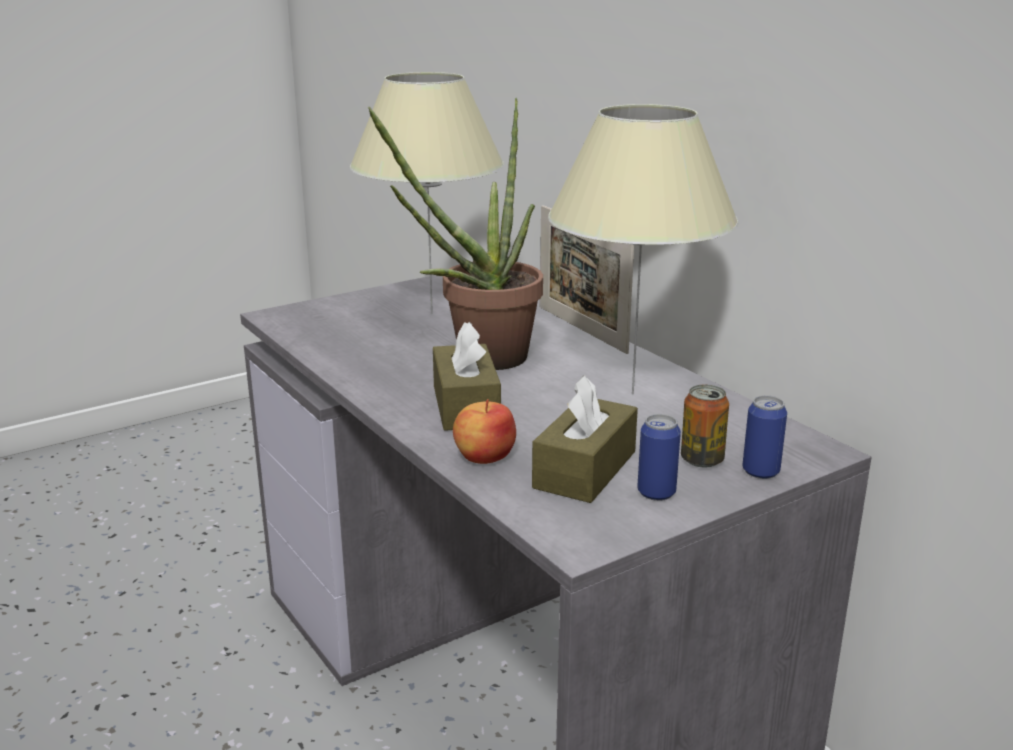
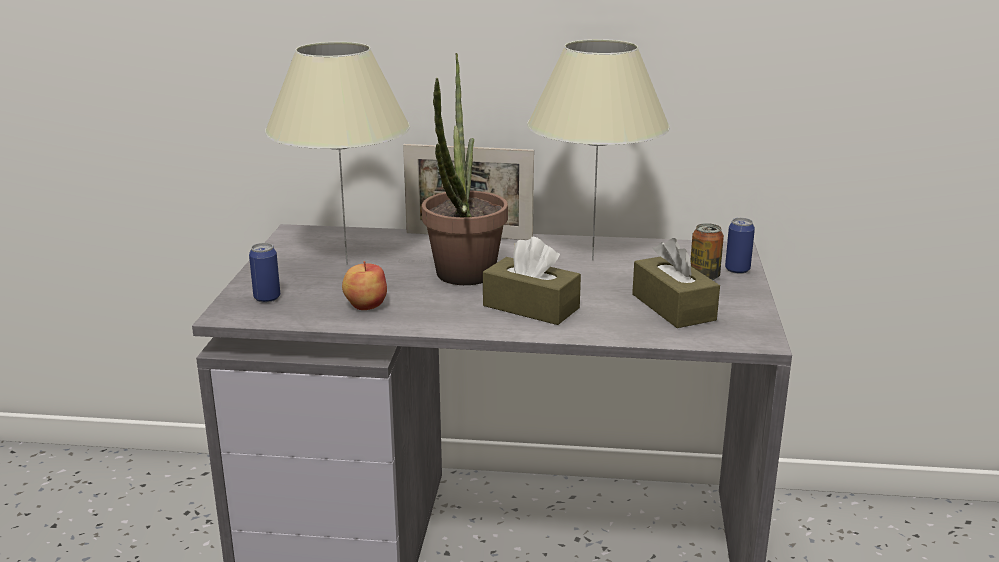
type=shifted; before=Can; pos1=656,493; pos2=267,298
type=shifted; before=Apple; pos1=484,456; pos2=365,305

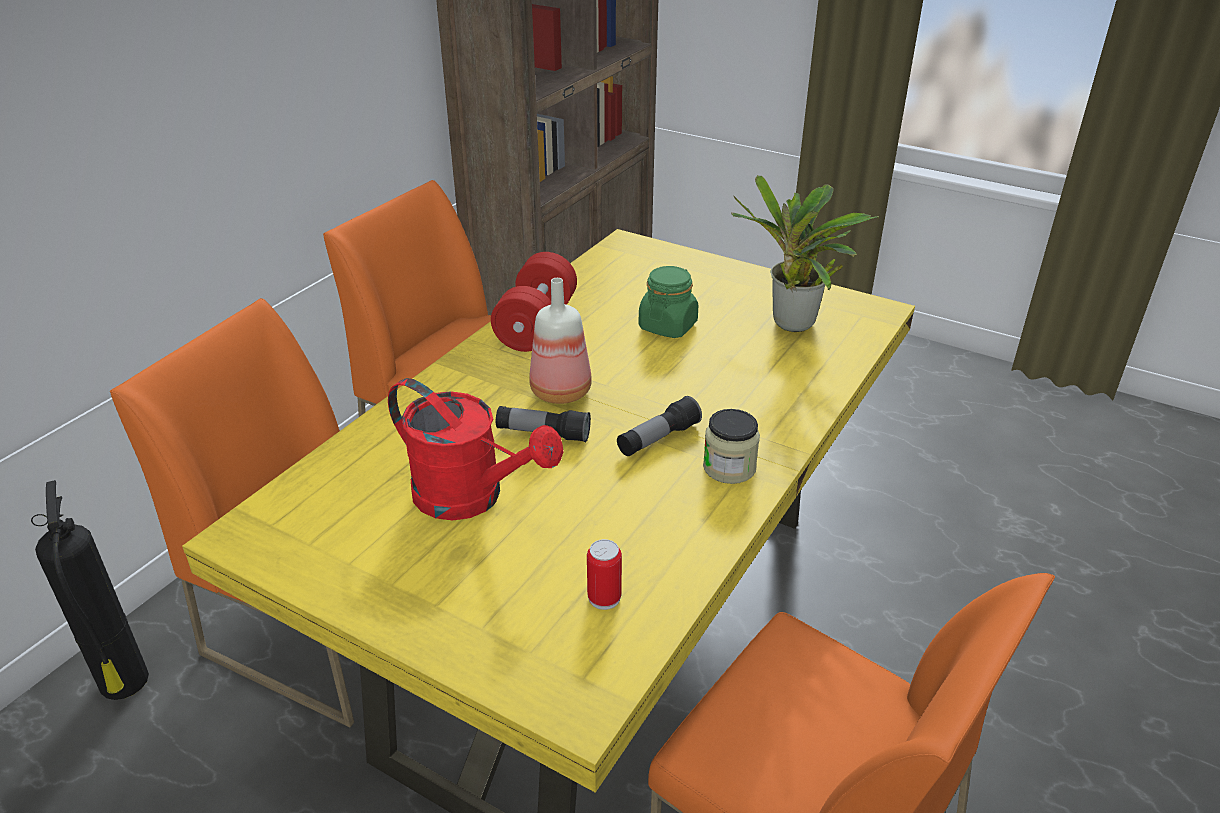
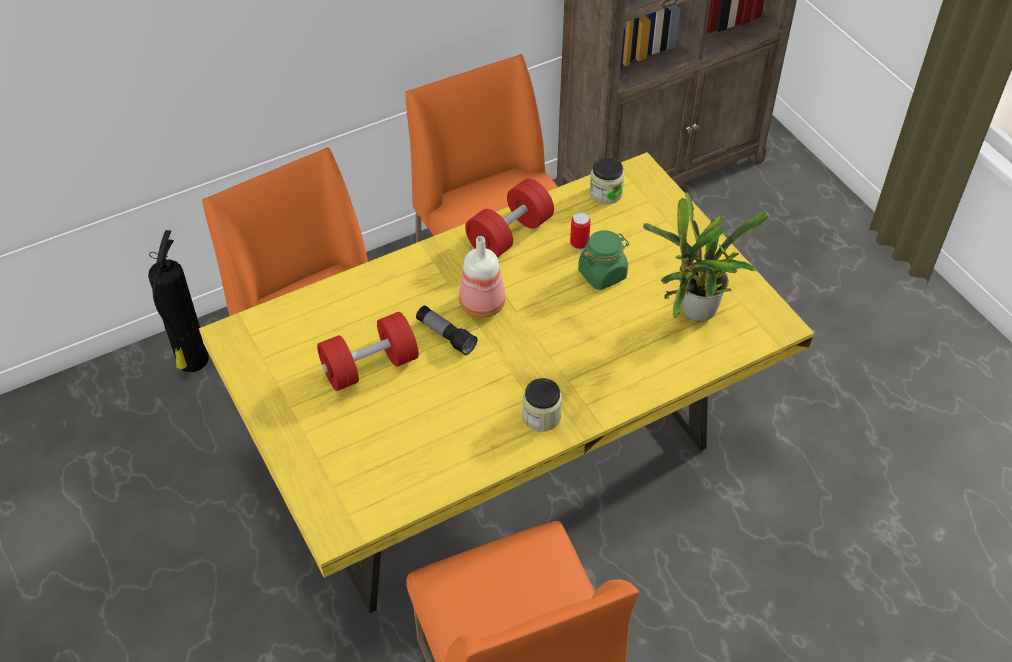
type=swapped; before=RedWateringCan; after=RedDumbbell; pos1=471,497; pos2=370,366
type=shifted; before=Can; pos1=604,597; pos2=579,244
type=new; after=Jar; pos2=605,193
type=gone; before=Flashlight; pos1=658,439

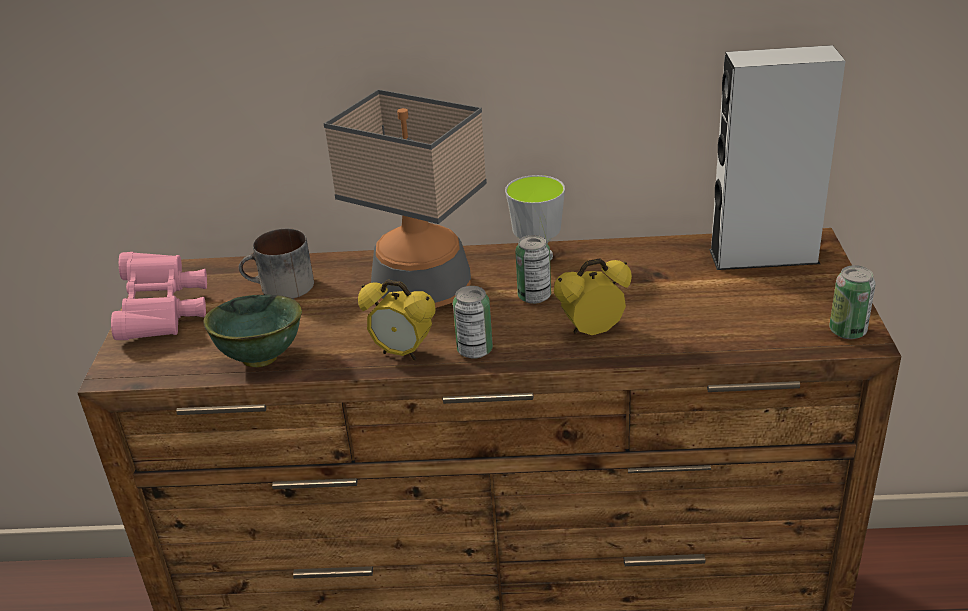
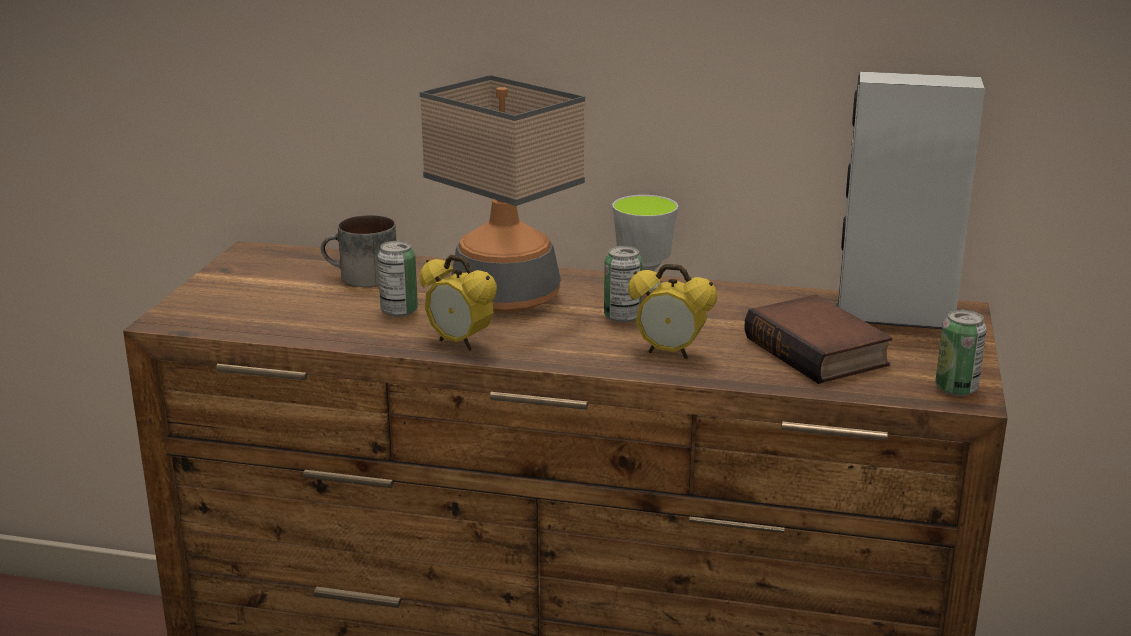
type=shifted; before=Can; pos1=475,350; pos2=399,311
type=rotated; before=AlarmClock; pos1=593,332; pos2=670,353; turn=-150
type=new; after=Book; pos2=820,351
type=gone; before=PinkBinoculars; pos1=164,313
type=gone; before=GreenBowl; pos1=259,358

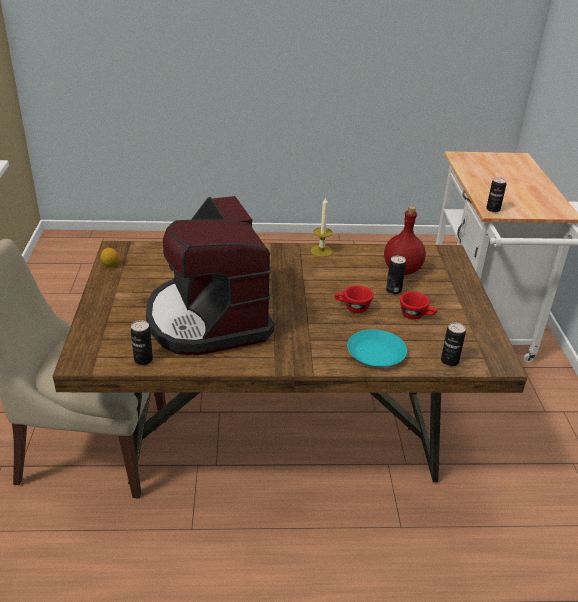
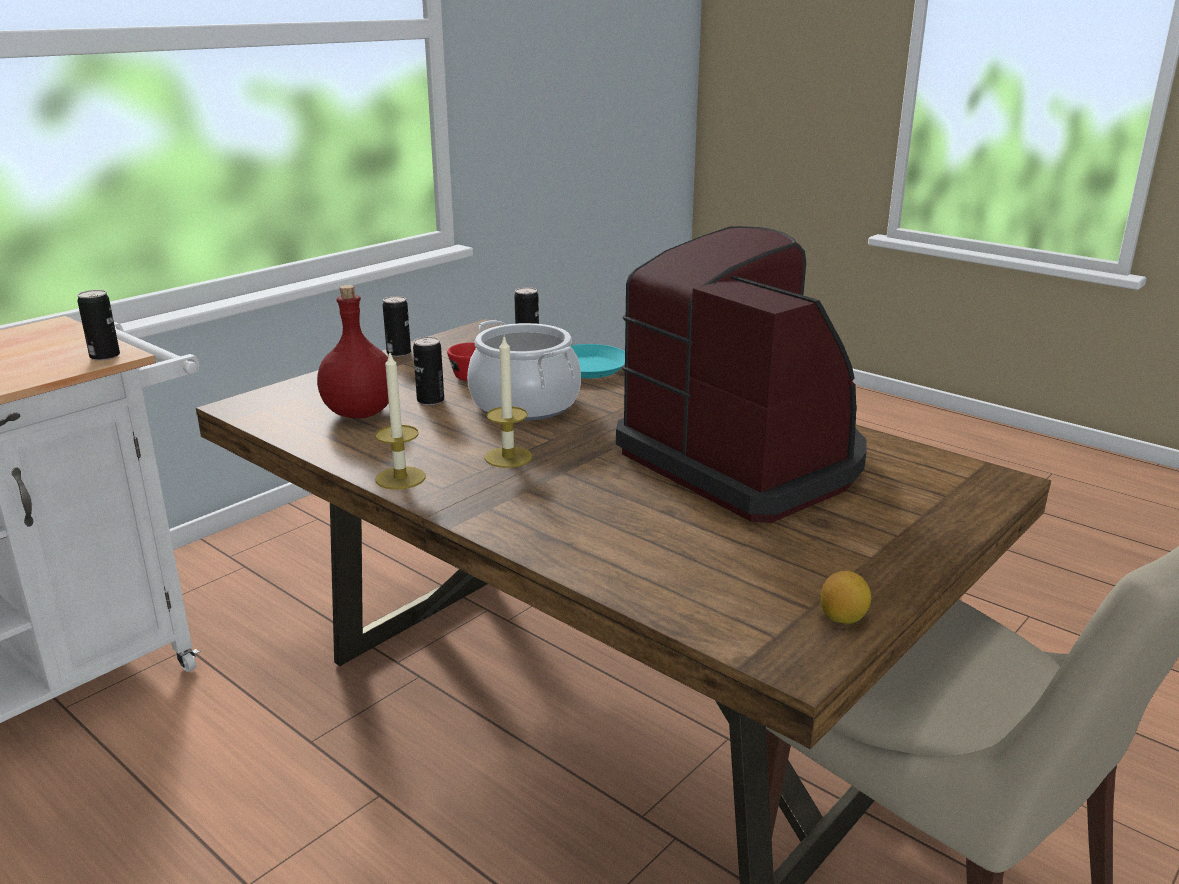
type=shifted; before=Can; pos1=143,360; pos2=399,353
type=swapped; before=RedCup; after=CookingPot; pos1=352,308; pos2=524,404
type=new; after=Candle; pos2=508,457
type=rotated; before=CoffeeMachine; pos1=208,319; pos2=745,461; turn=-60

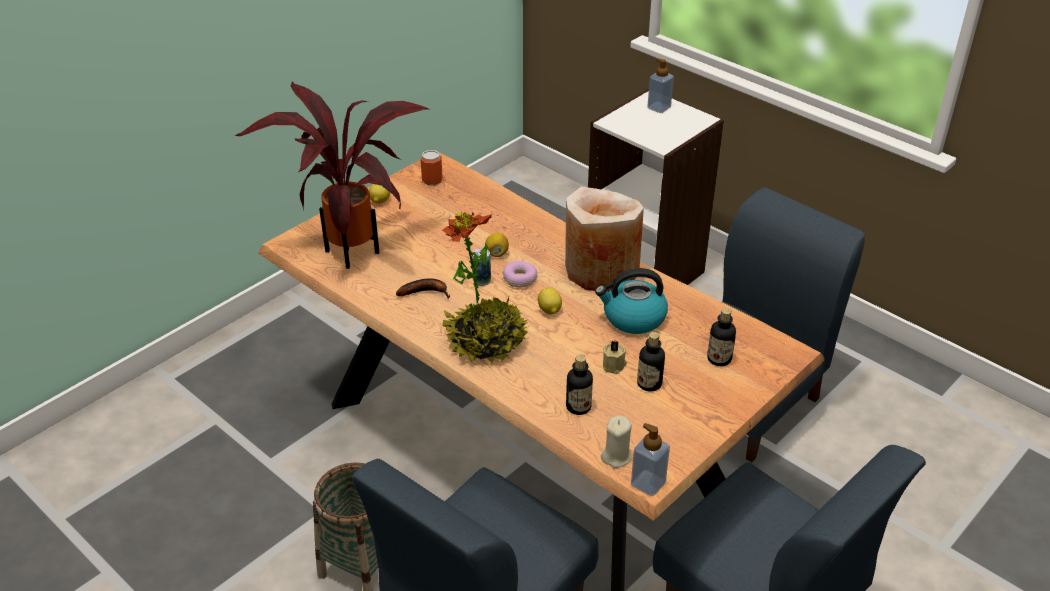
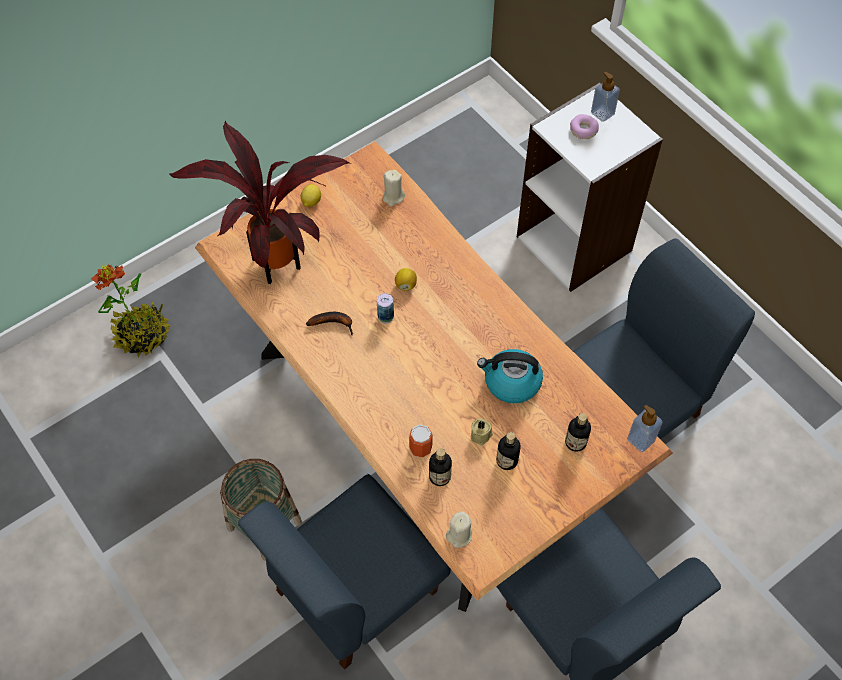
type=shifted; before=PottedPlant; pos1=486,341; pos2=142,335
type=new; after=BeigeCandle; pos2=393,197
type=shifted; before=Can; pos1=432,181; pos2=420,448
type=shifted; before=Donut; pos1=519,279; pos2=583,130
type=shifted; before=SoapDispenser; pos1=648,483; pos2=641,439
type=gone; before=Lemon; pos1=549,310
type=gone; before=BeigeVase; pos1=601,270

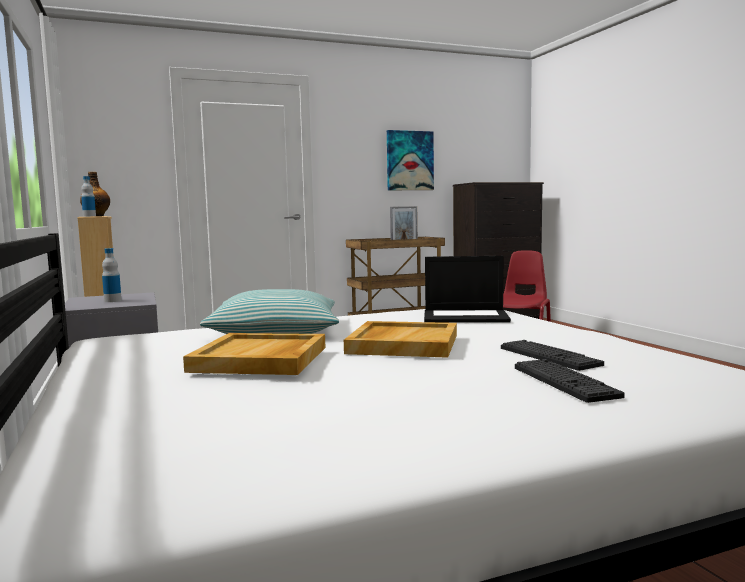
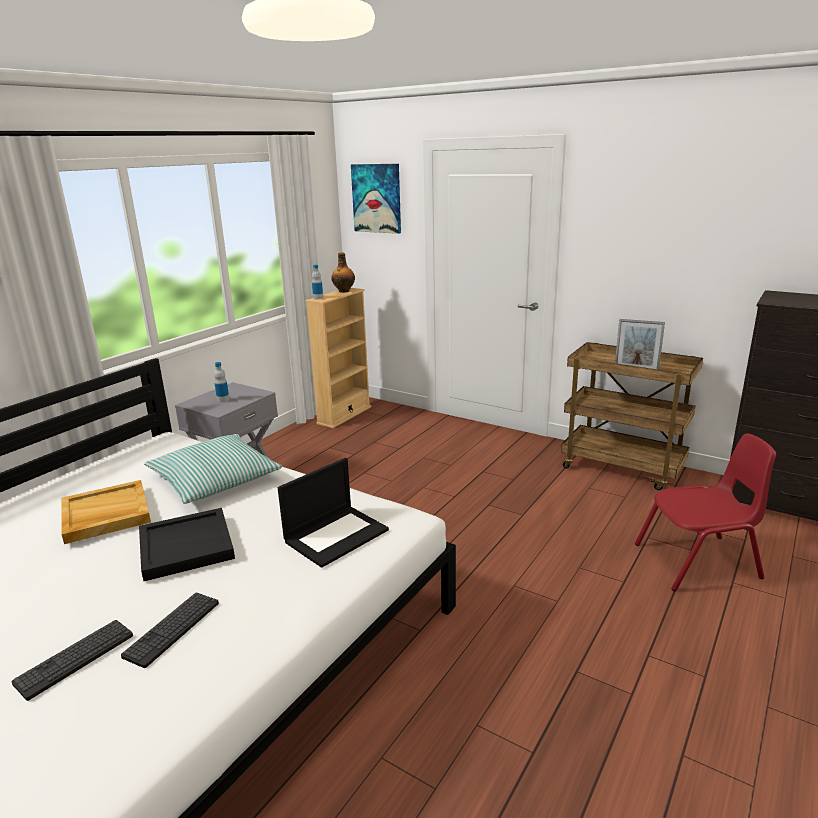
type=repainted; before=BeigeTray; after=BlackTray; pos1=403,344; pos2=187,546
type=rotated; before=Laptop; pos1=466,317; pos2=336,535; turn=-105
type=shifted; before=Picture; pos1=409,161; pos2=377,198

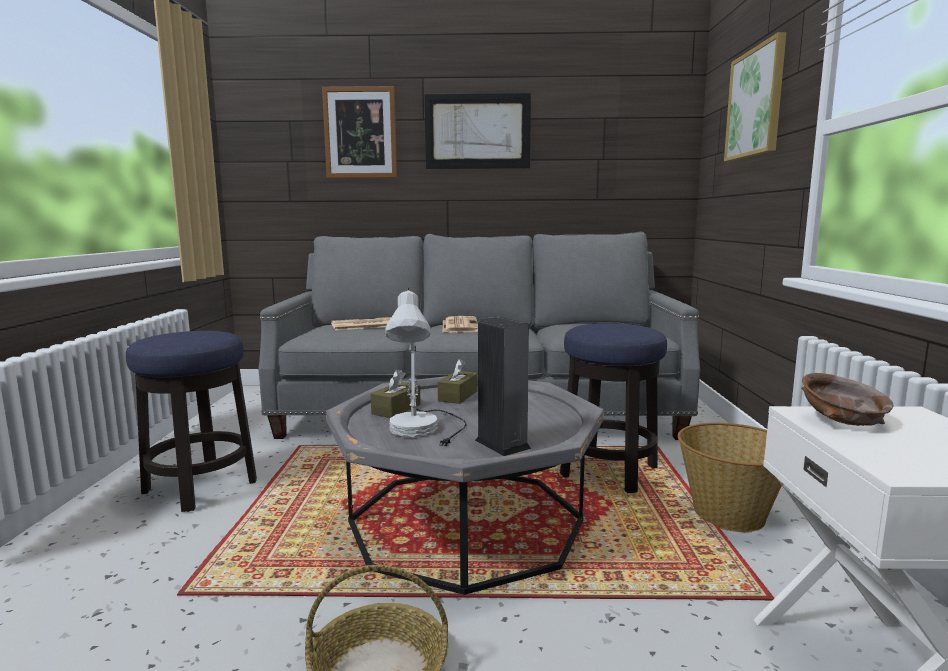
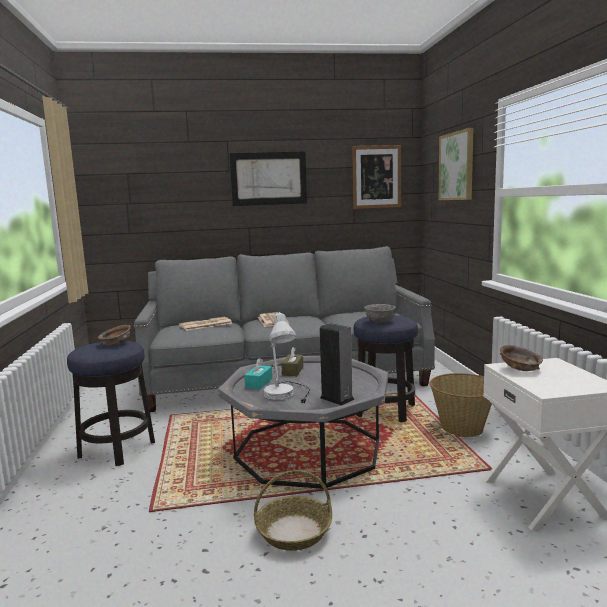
type=new; after=BrownBowl; pos2=116,343
type=repainted; before=BrownTissueBox; after=TurquoiseTissueBox; pos1=396,409; pos2=259,383
type=shifted; before=Picture; pos1=360,133; pos2=376,177
type=new; after=GreyBowl; pos2=380,321

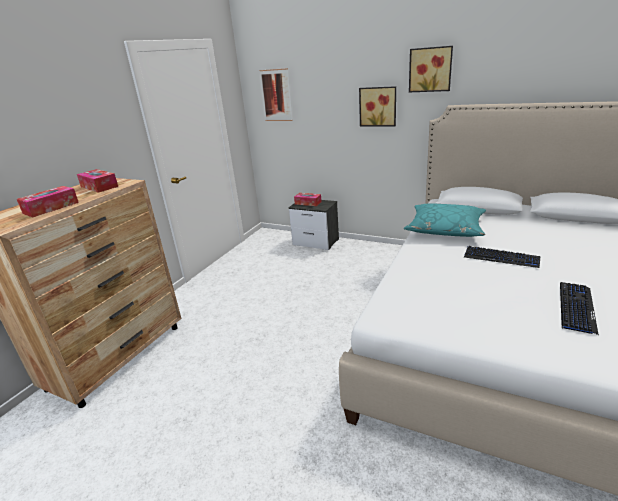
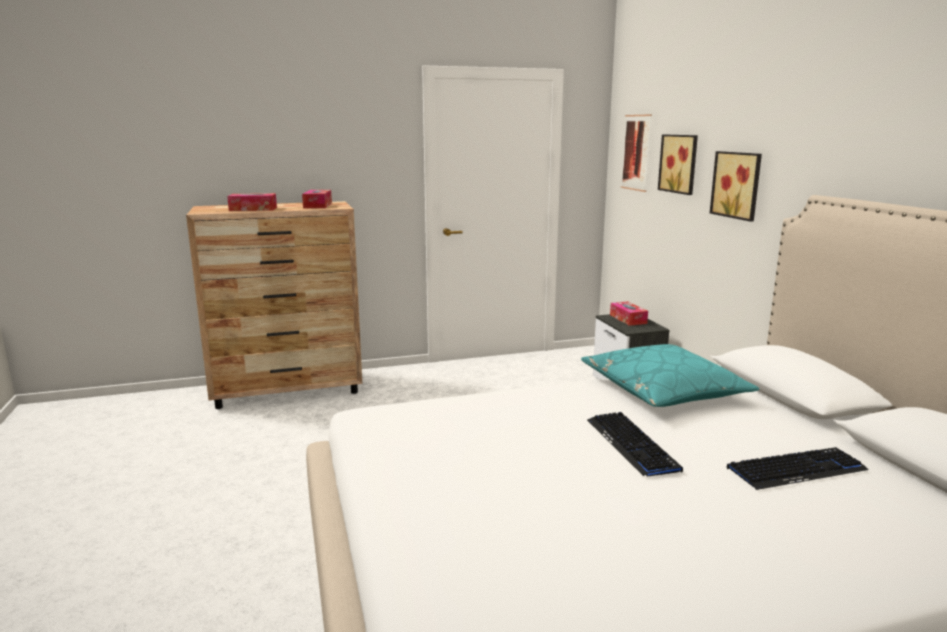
type=shifted; before=Picture; pos1=430,69; pos2=680,163
type=shifted; before=Keyboard; pos1=576,308; pos2=796,470

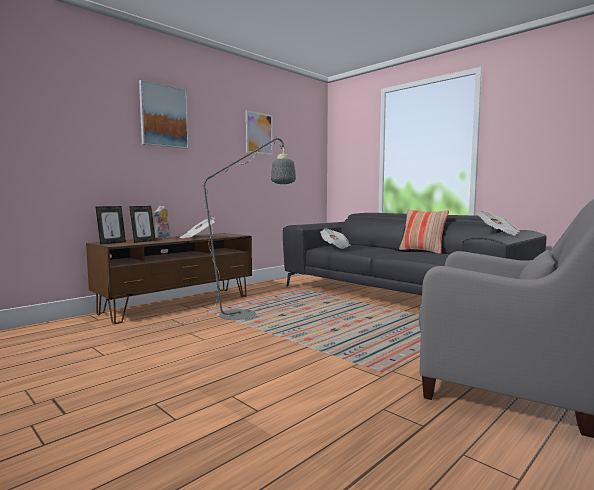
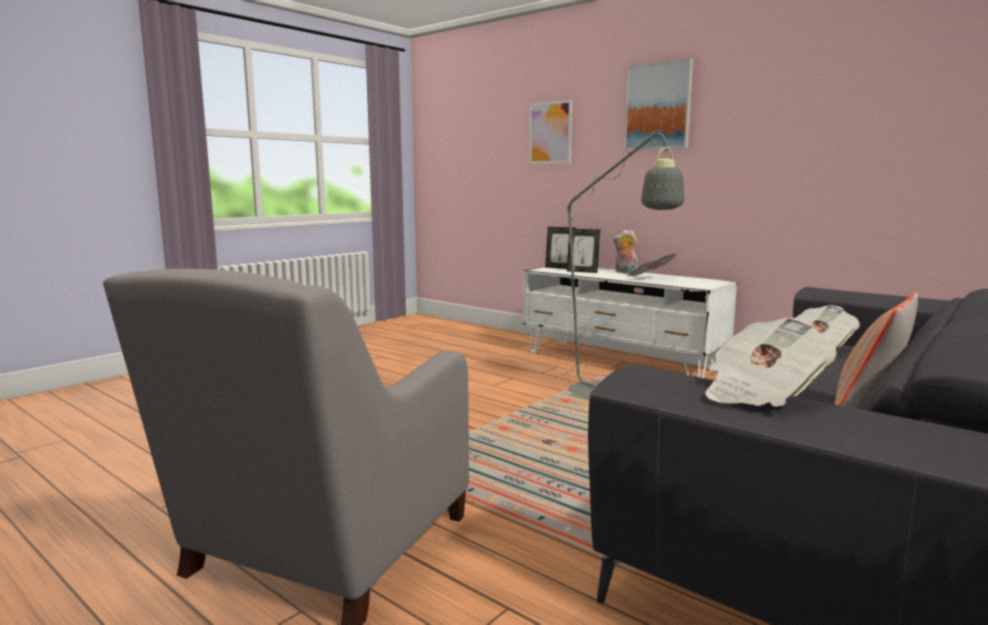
type=repainted; before=BrownTvStand; after=WhiteTvStand; pos1=178,304; pos2=620,362
type=shifted; before=Picture; pos1=259,133; pos2=550,133

